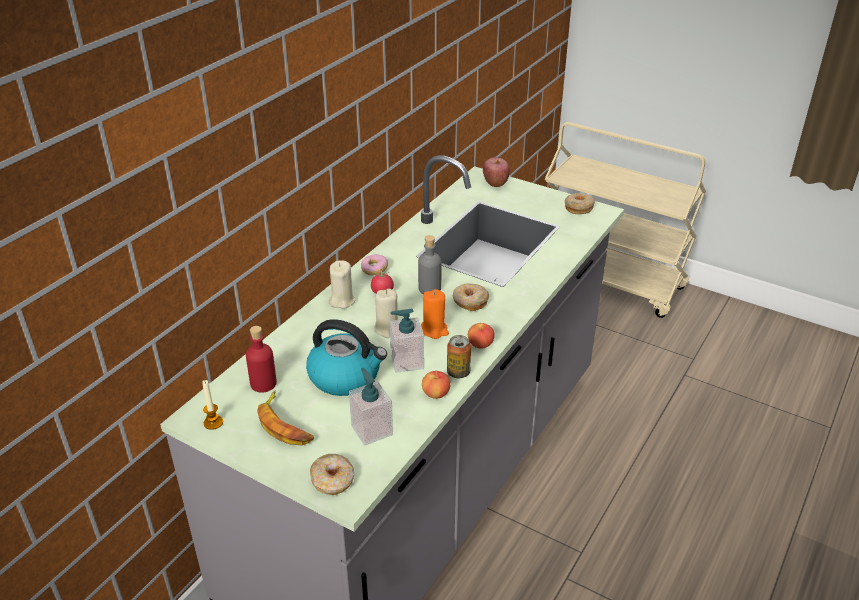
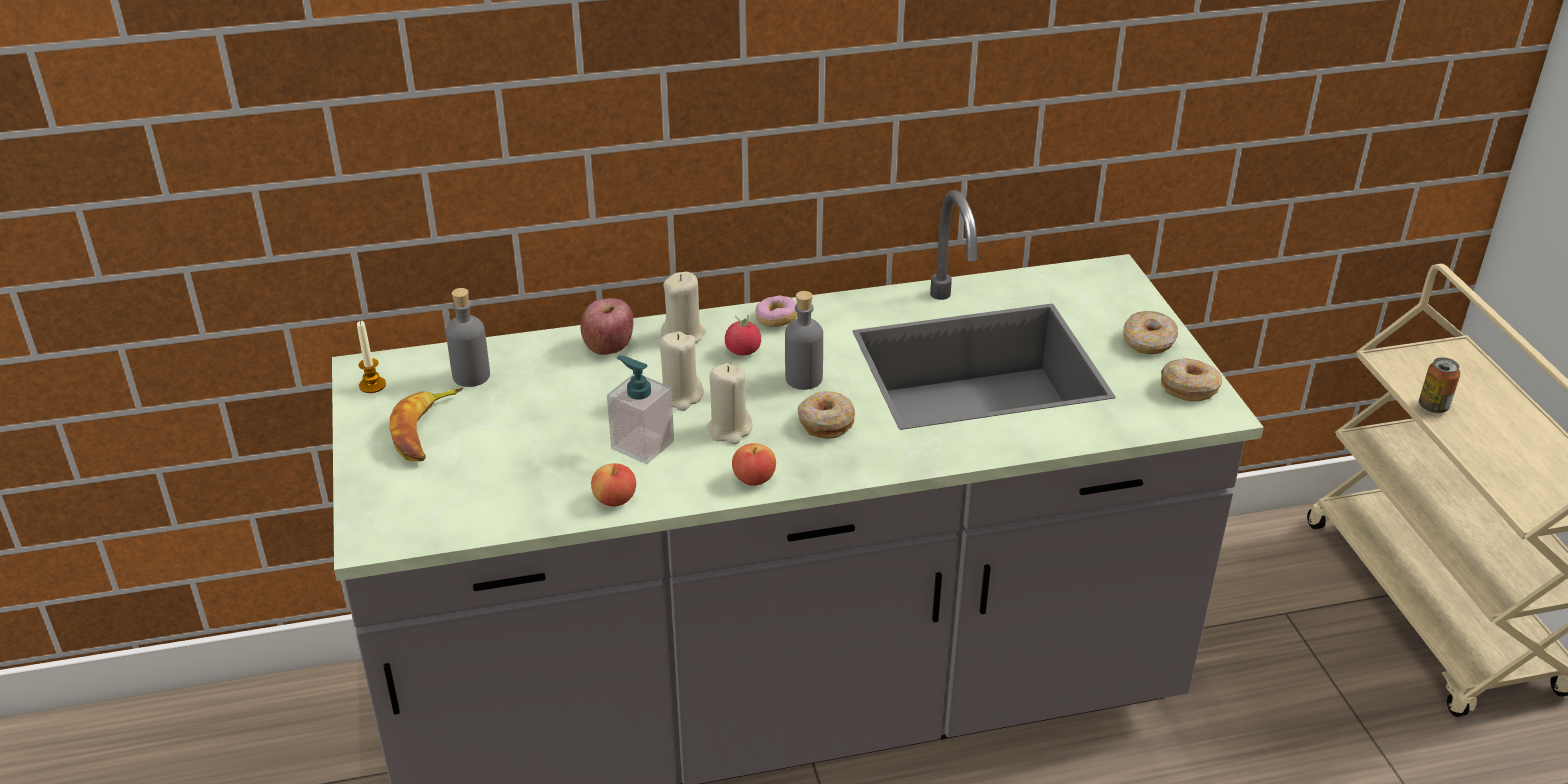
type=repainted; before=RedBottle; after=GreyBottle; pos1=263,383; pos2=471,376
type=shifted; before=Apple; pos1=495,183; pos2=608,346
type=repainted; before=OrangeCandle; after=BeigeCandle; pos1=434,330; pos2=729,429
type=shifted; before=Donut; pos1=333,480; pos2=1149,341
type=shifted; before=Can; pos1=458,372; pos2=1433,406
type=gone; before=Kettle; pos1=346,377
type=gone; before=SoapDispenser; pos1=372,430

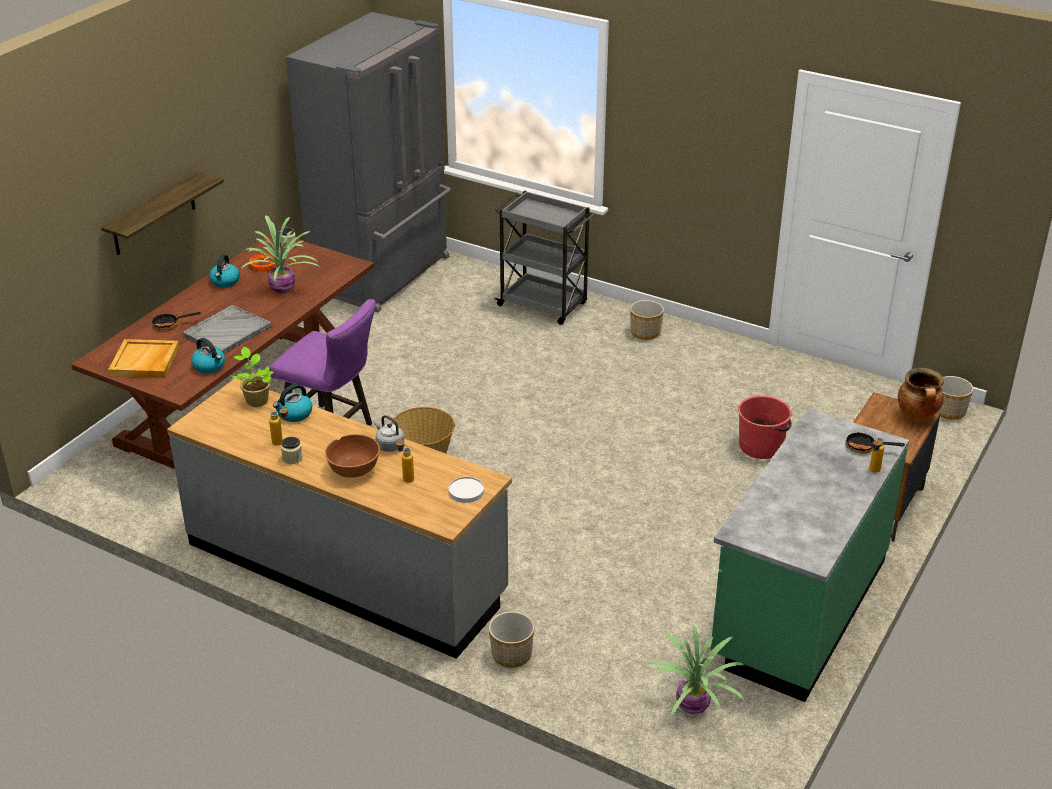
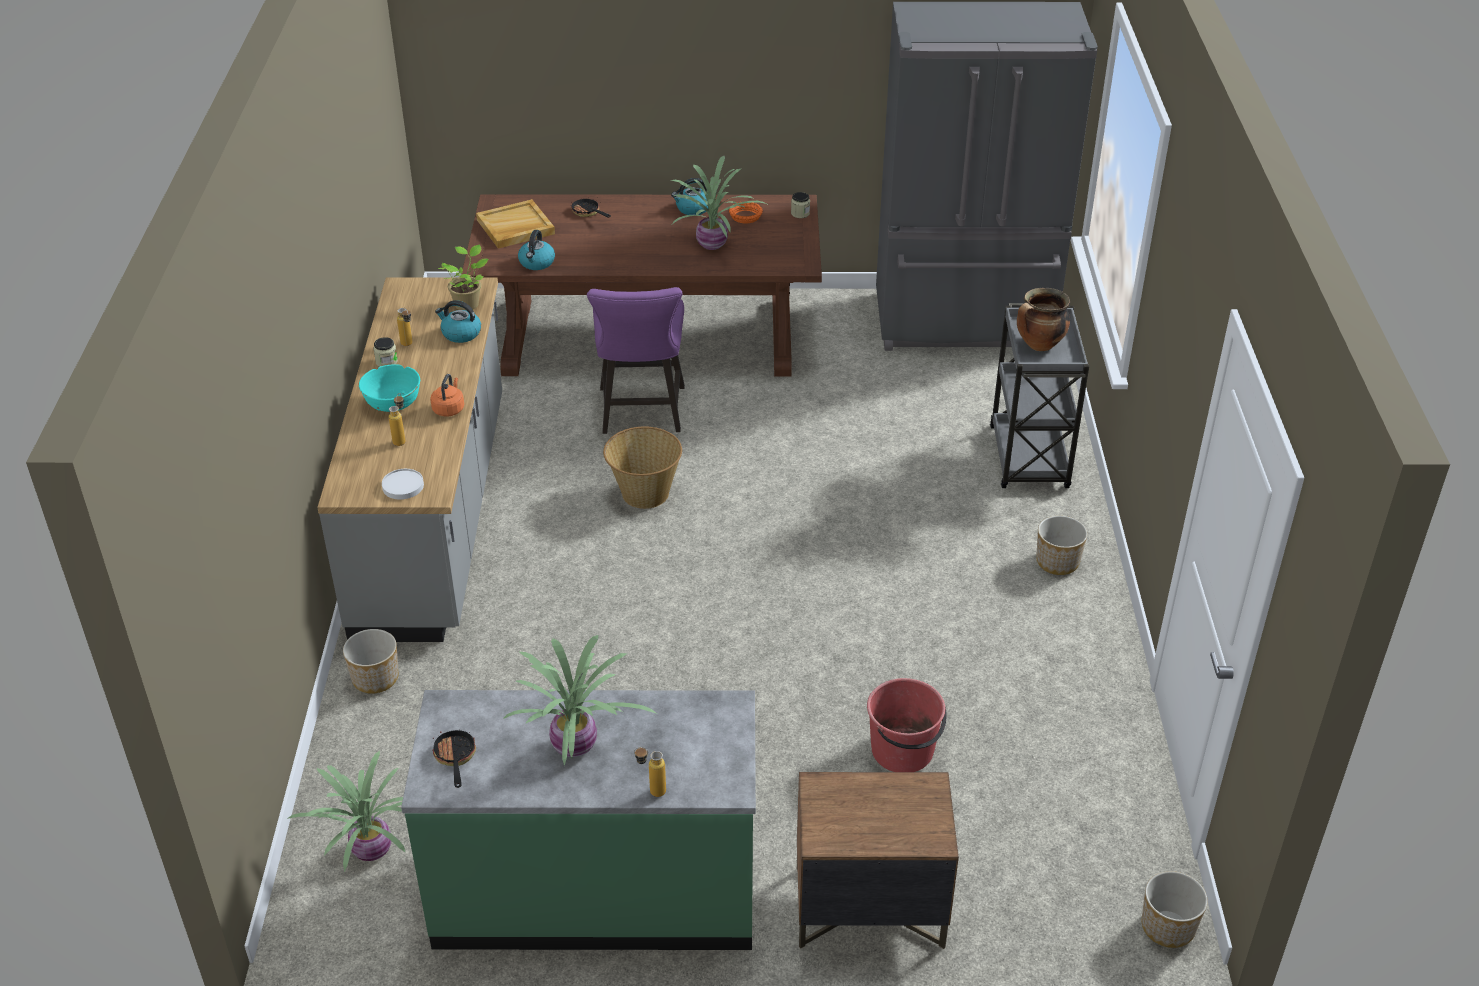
type=repainted; before=BrownBowl; after=TurquoiseBowl; pos1=354,470; pos2=393,404
type=repainted; before=GreyKettle; after=OrangeKettle; pos1=389,445; pos2=449,409
type=shifted; before=FryingPan; pos1=865,447; pos2=455,758
type=new; after=PottedPlant; pos2=576,747
type=shifted; before=CookingPot; pos1=917,417; pos2=1039,345
type=gone; before=Shelf; pos1=154,214
type=gone; before=GreyTray; pos1=227,331

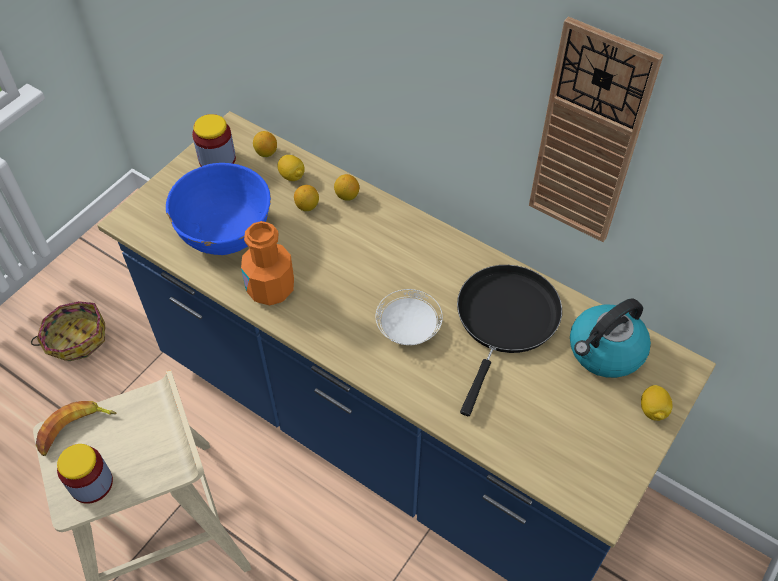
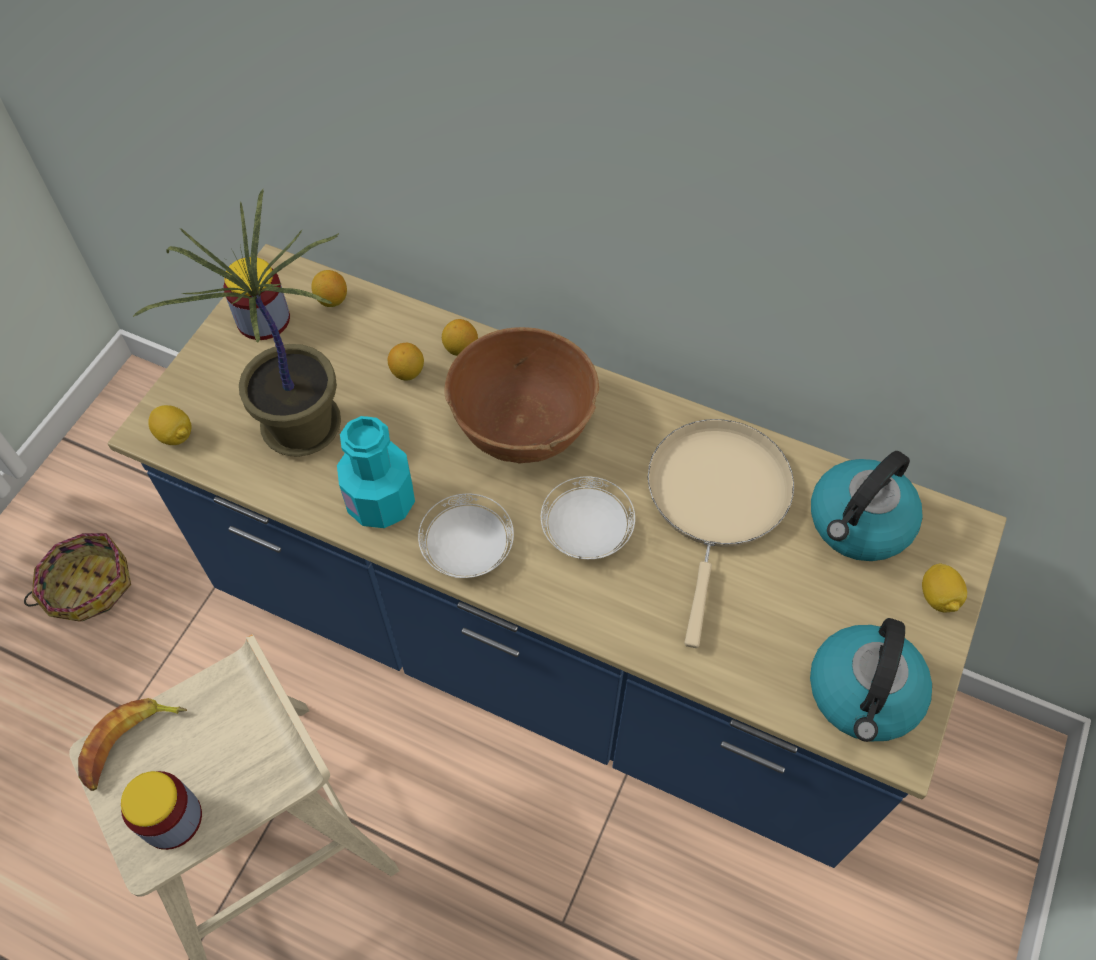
type=swapped; before=BlueBowl; after=PottedPlant; pos1=225,232; pos2=298,427
type=shifted; before=Lemon; pos1=292,176; pos2=175,435
type=repainted; before=OrangeBottle; after=TurquoiseBottle; pos1=270,288; pos2=381,502
type=new; after=WhitePlate; pos2=467,548
type=new; after=BrownBowl; pos2=523,424
type=repainted; before=BlackFryingPan; after=BeigeFryingPan; pos1=505,320; pos2=717,500
type=new; after=Kettle; pos2=863,695
type=gone; before=WallClock; pos1=589,137

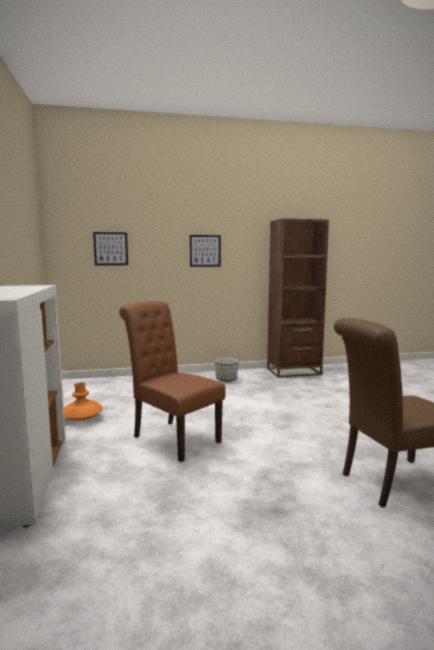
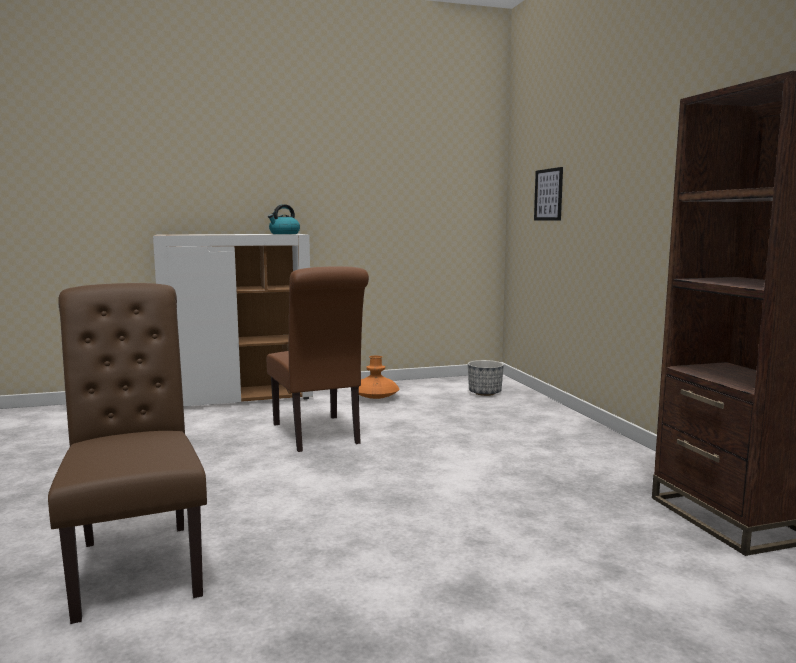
type=rotated; before=BrownChair; pos1=172,438; pos2=318,435; turn=120
type=new; after=Kettle; pos2=284,234
type=shifted; before=Planter; pos1=226,380; pos2=485,393
type=gone; before=Picture; pos1=205,251

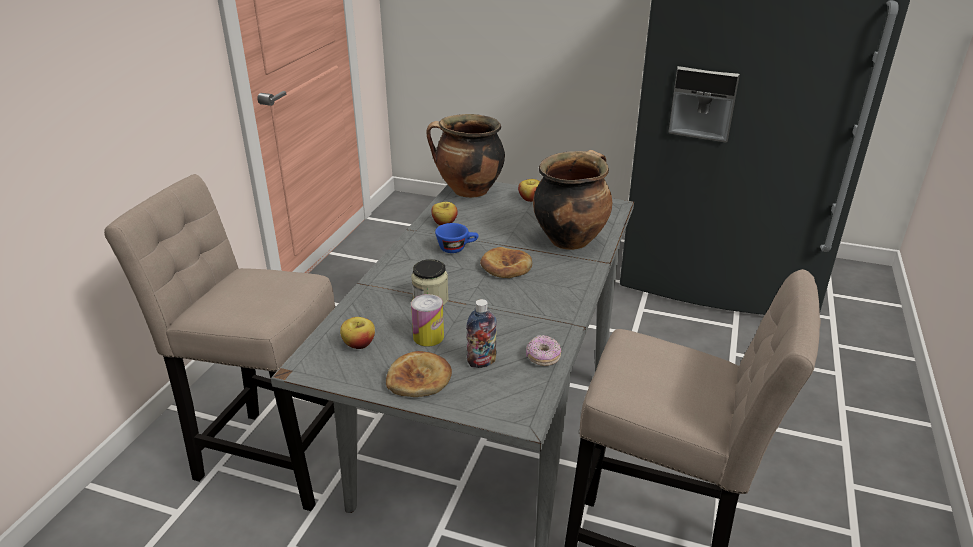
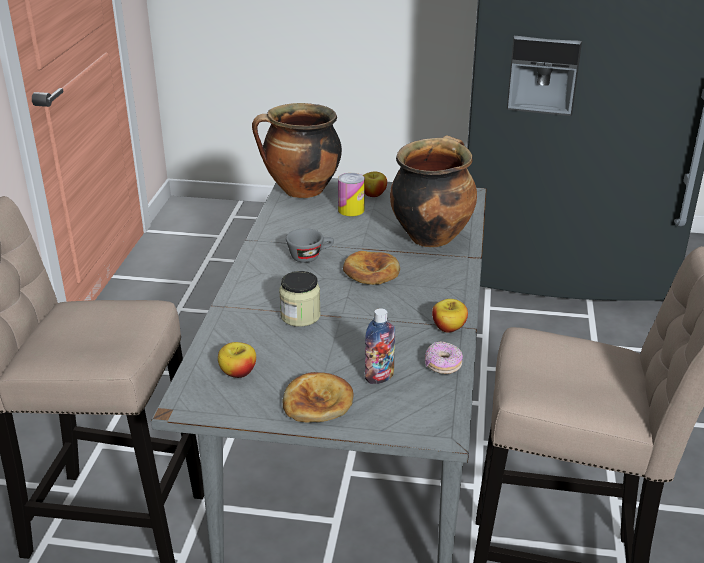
type=repainted; before=BlueCup; after=GreyCup; pos1=457,248; pos2=310,256
type=shifted; before=Can; pos1=428,337; pos2=351,210
type=shifted; before=Apple; pos1=444,223; pos2=448,327

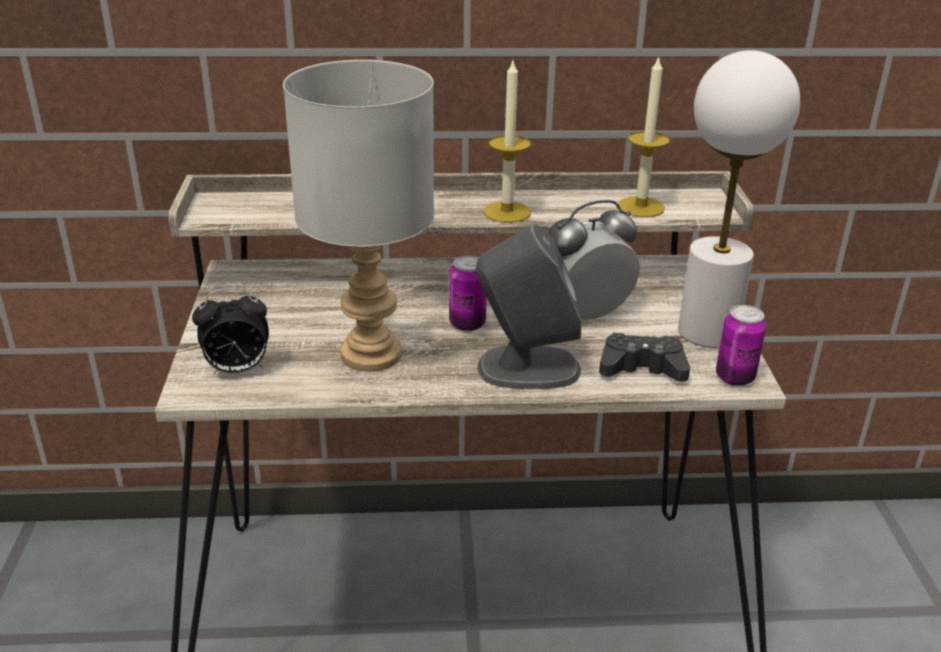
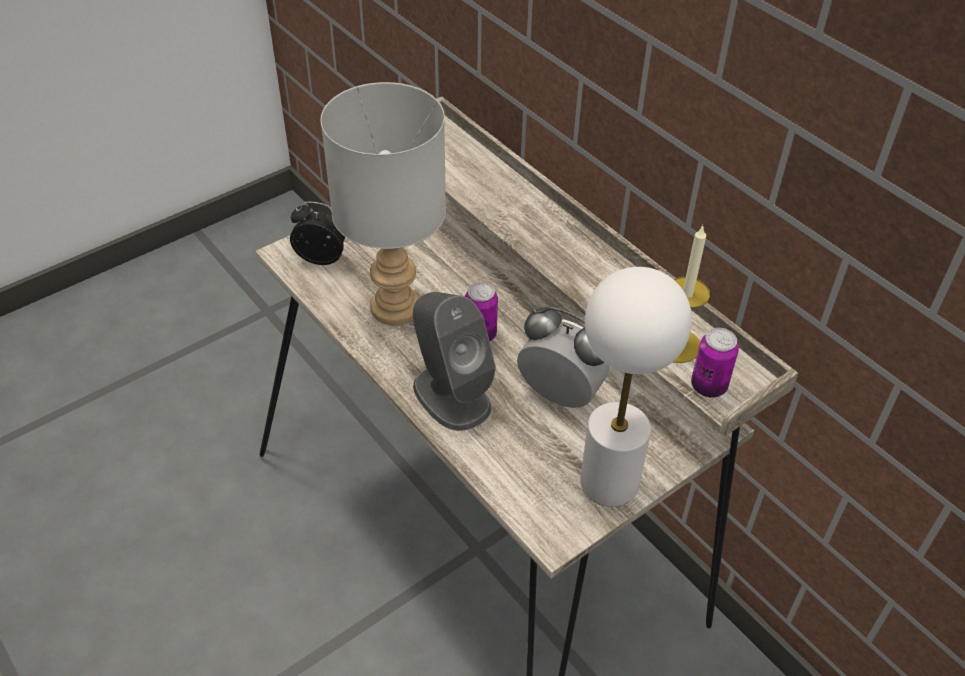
type=rotated; before=AlarmClock; pos1=237,370; pos2=322,258; turn=150
type=shifted; before=Can; pos1=734,377; pos2=708,386
type=gone; before=Candle; pos1=507,212
type=gone; before=BlackGameController; pos1=642,368

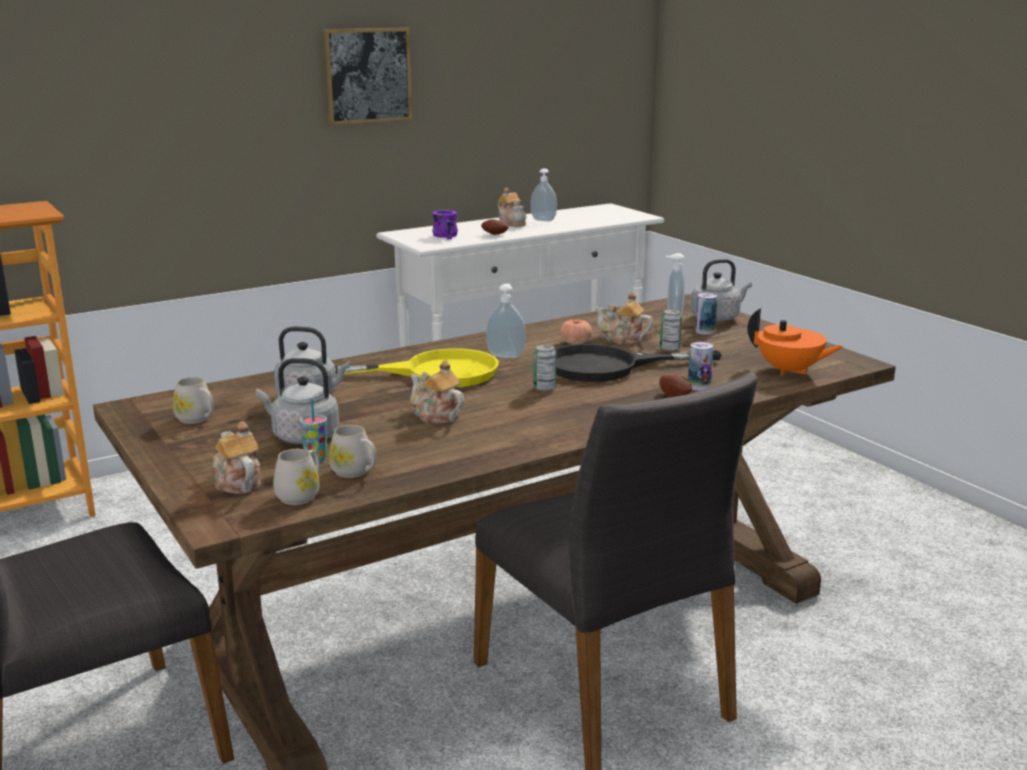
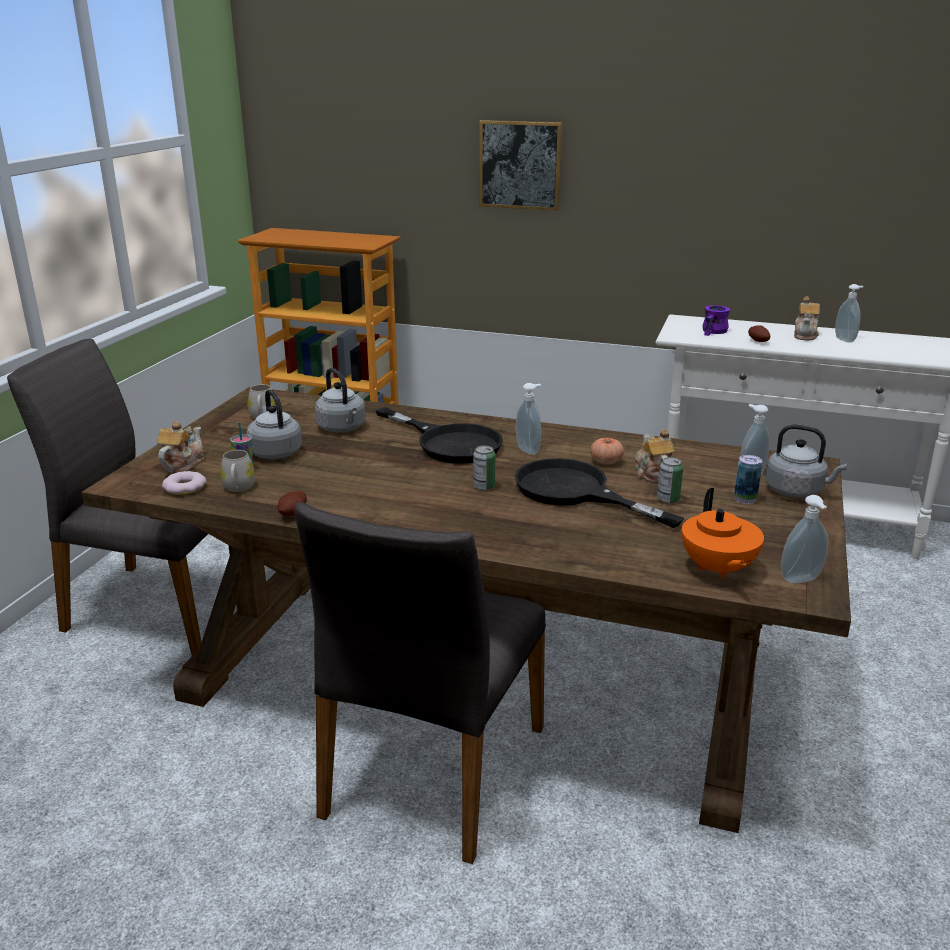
type=swapped; before=WhiteMug; after=Donut; pos1=301,495; pos2=185,487
type=shifted; before=Potato; pos1=675,396; pos2=294,514
type=repainted; before=YellowFryingPan; after=BlackFryingPan; pos1=434,373; pos2=449,442
type=shifted; before=Picture; pos1=367,75; pos2=520,165
type=new; after=SoapDispenser; pos2=801,580
type=gone; before=Teapot; pos1=435,415
type=gone; before=Can; pos1=699,387

